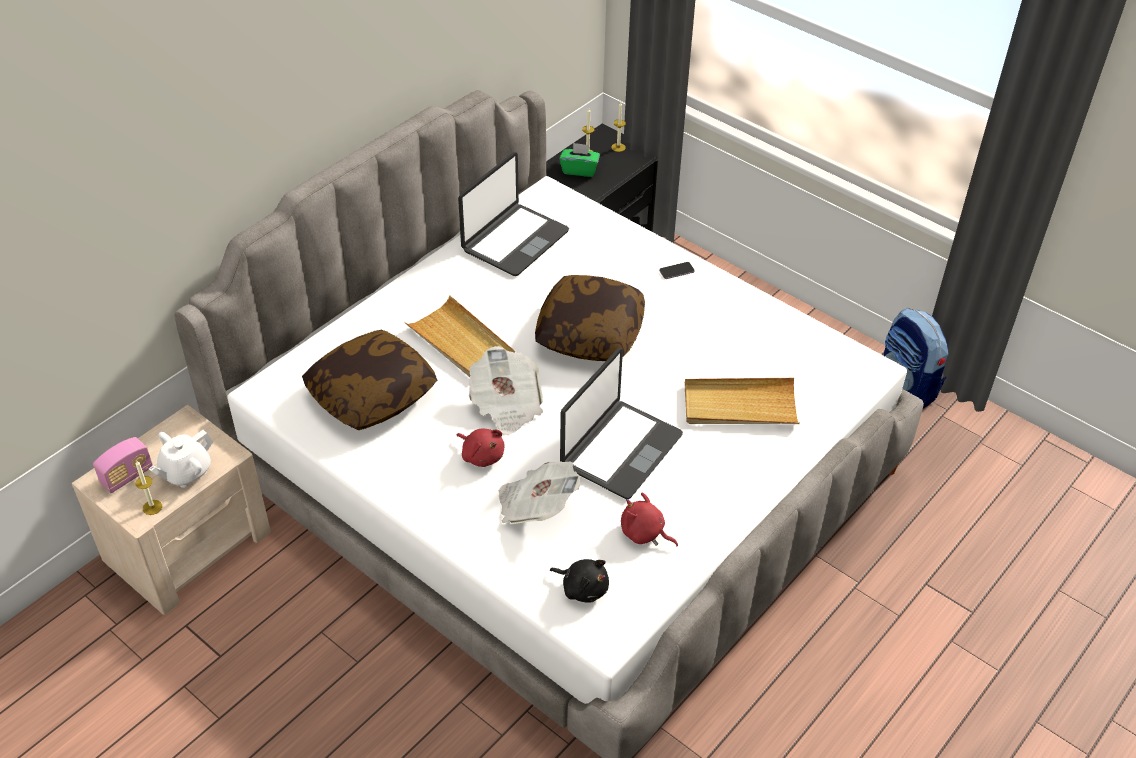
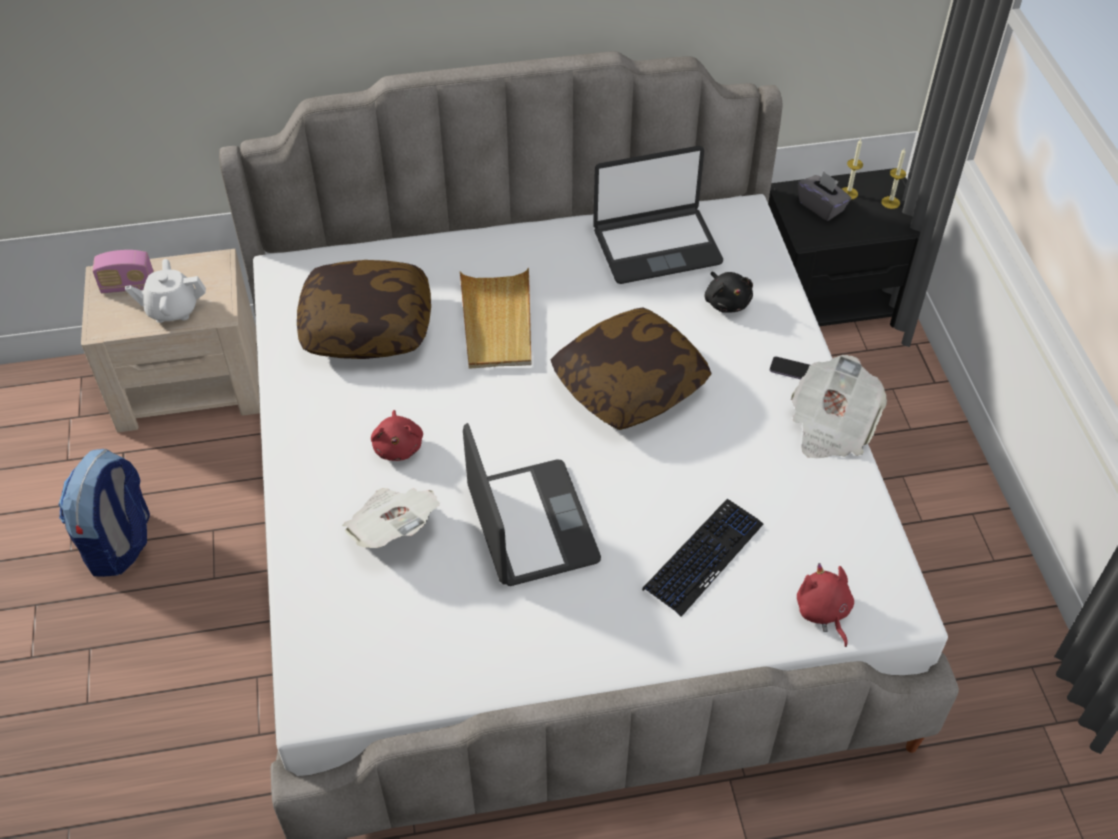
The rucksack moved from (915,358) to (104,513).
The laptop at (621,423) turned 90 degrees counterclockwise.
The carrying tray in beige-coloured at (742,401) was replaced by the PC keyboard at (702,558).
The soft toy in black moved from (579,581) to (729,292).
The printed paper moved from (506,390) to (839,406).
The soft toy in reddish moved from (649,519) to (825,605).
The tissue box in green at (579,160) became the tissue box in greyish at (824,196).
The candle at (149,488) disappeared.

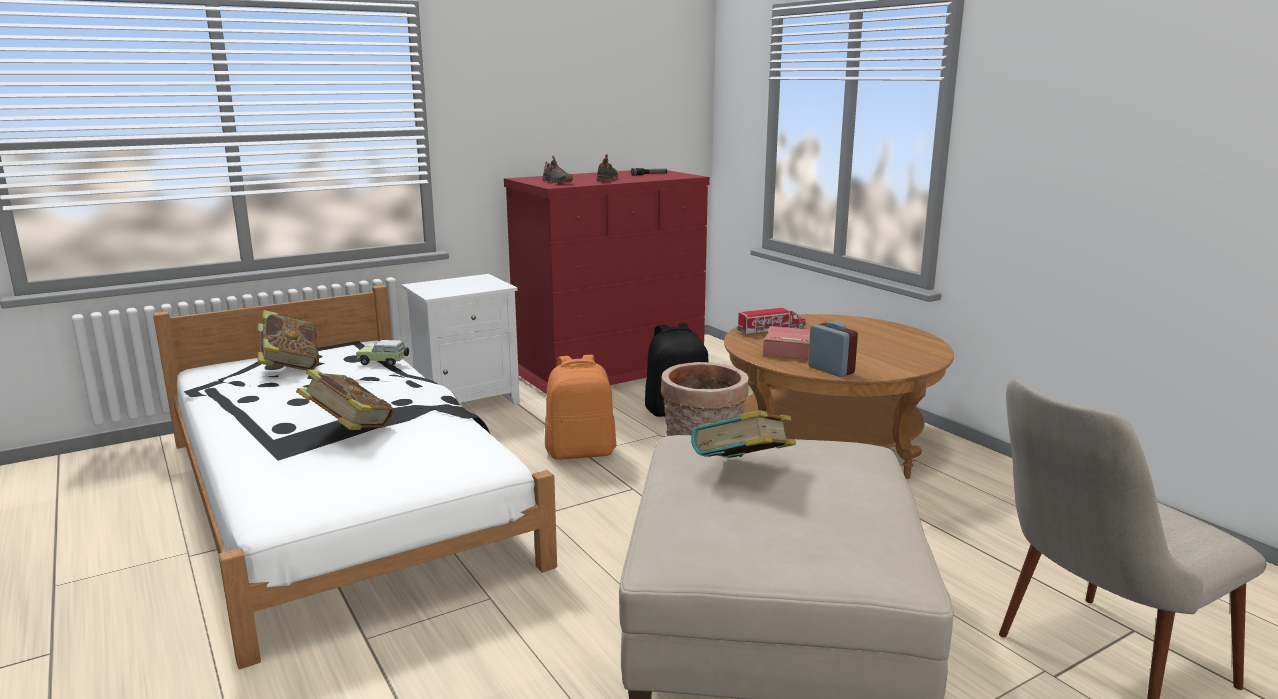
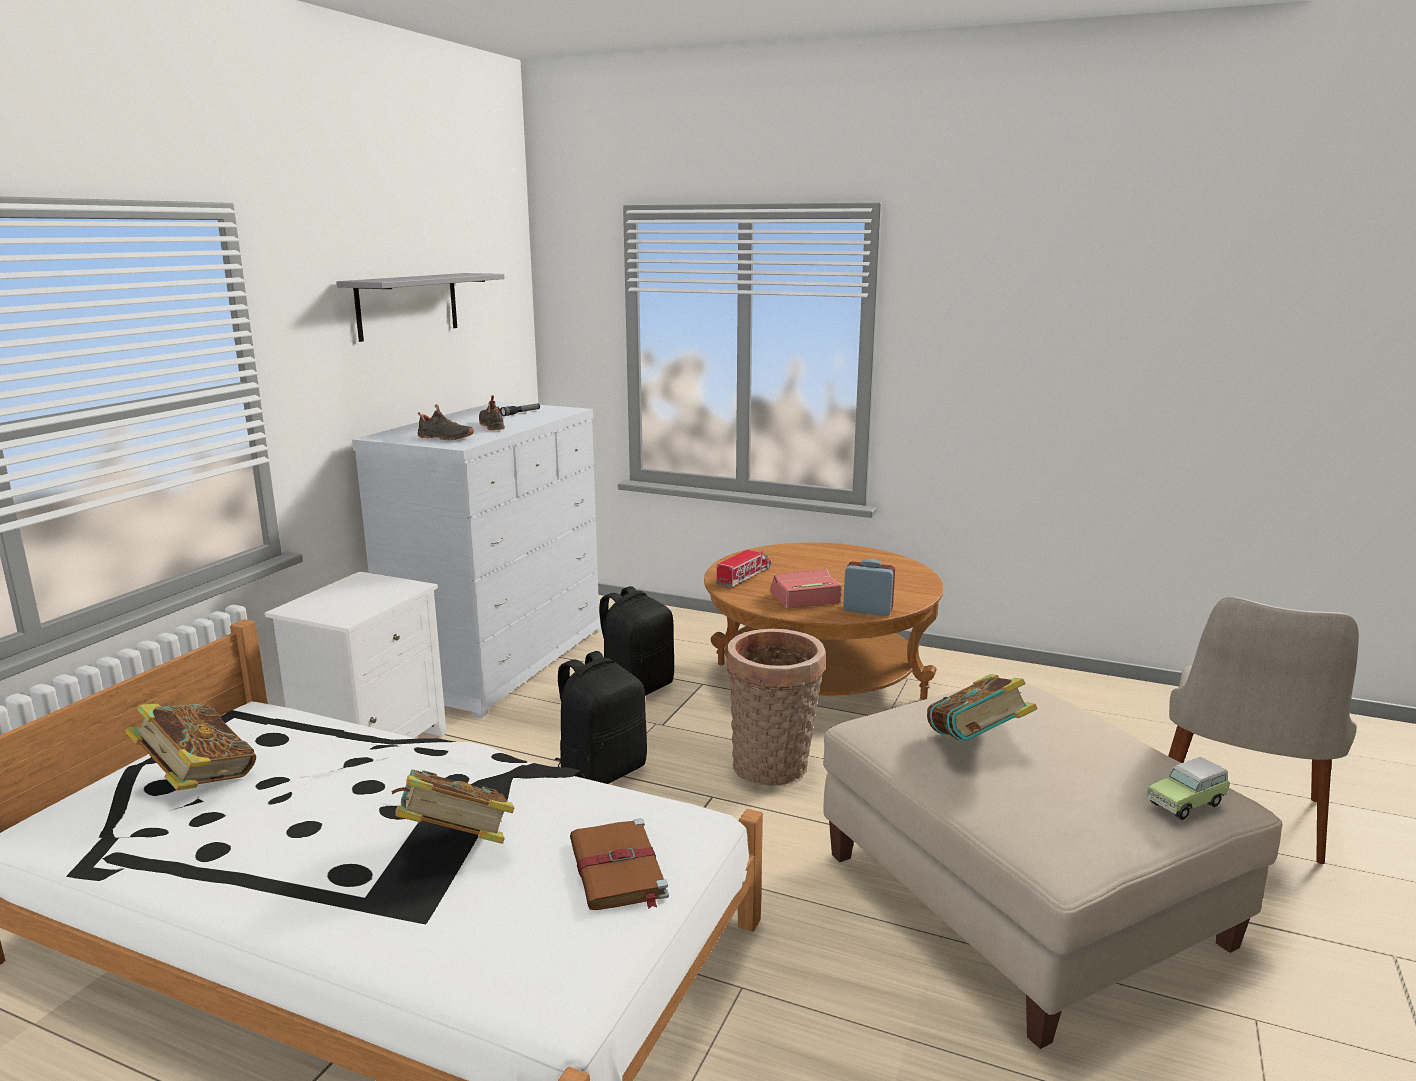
The shelf in greyish at (420,307) appeared.
The drawer chest in reddish at (607,282) became the drawer chest in white at (477,559).
The rucksack in orange-coloured at (581,407) became the rucksack in black at (601,717).
The volume in brownish at (619,864) appeared.
The miniature car moved from (382,353) to (1188,788).

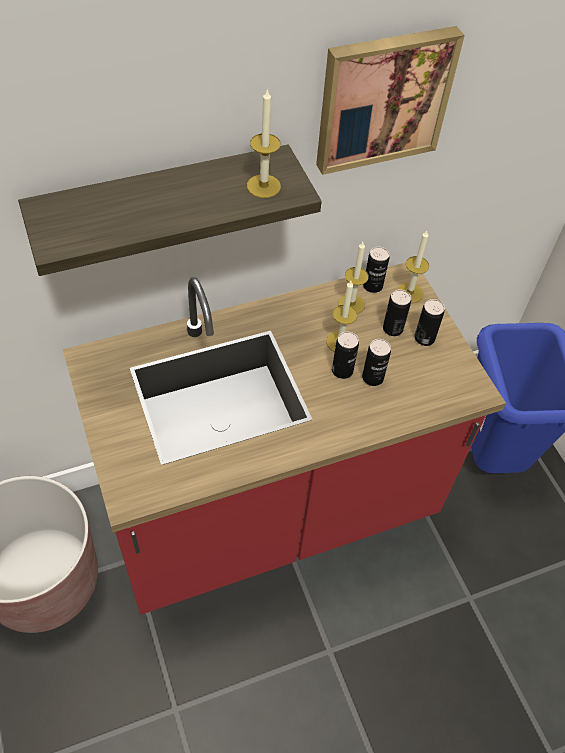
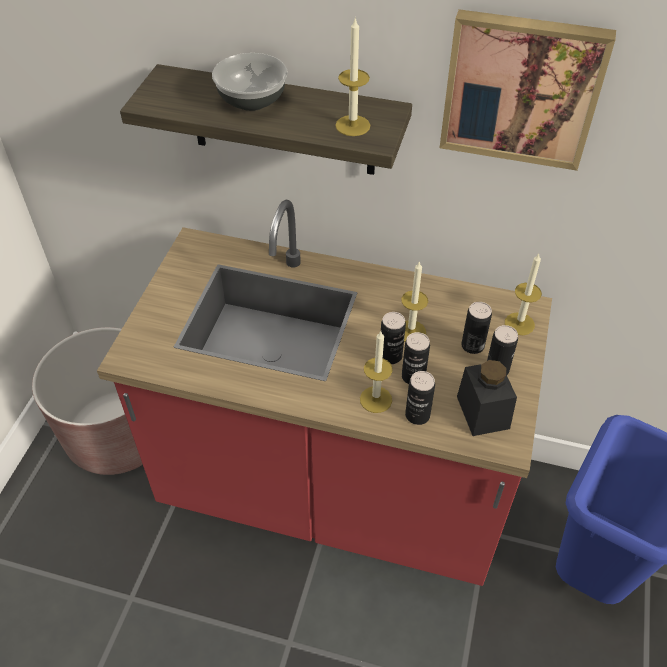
The serving bowl at (250,82) appeared.
The candle moved from (353,278) to (376,372).
The can moved from (376,270) to (420,398).
The storage jar in black at (487,398) appeared.

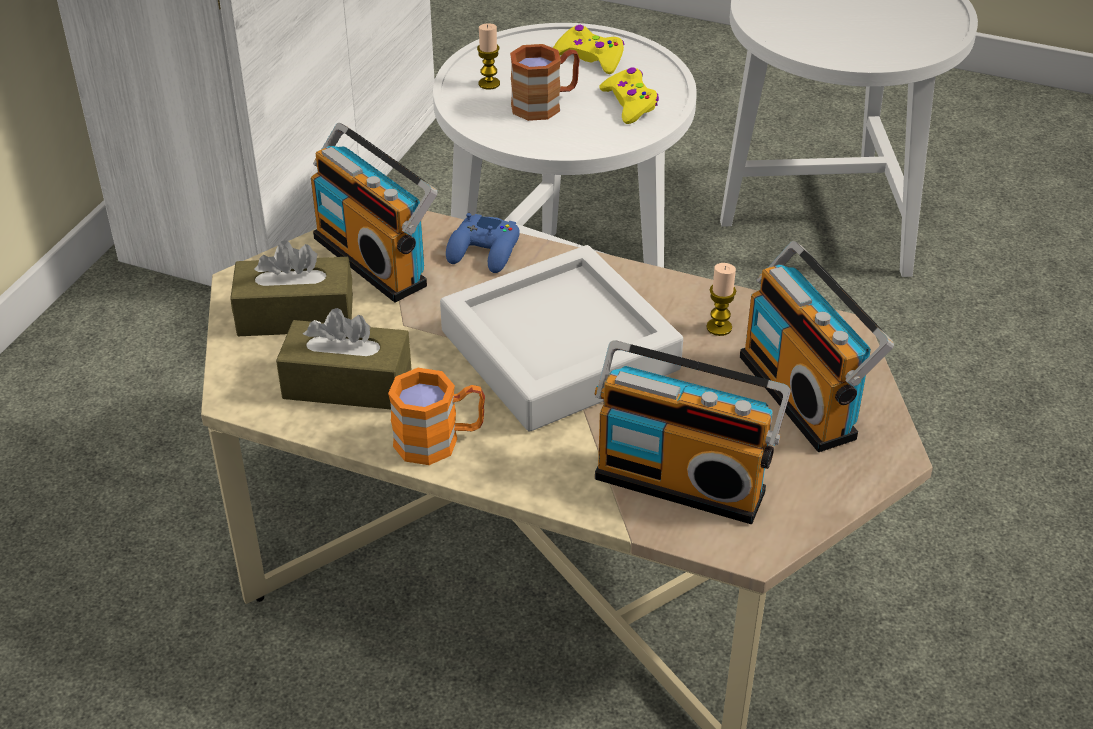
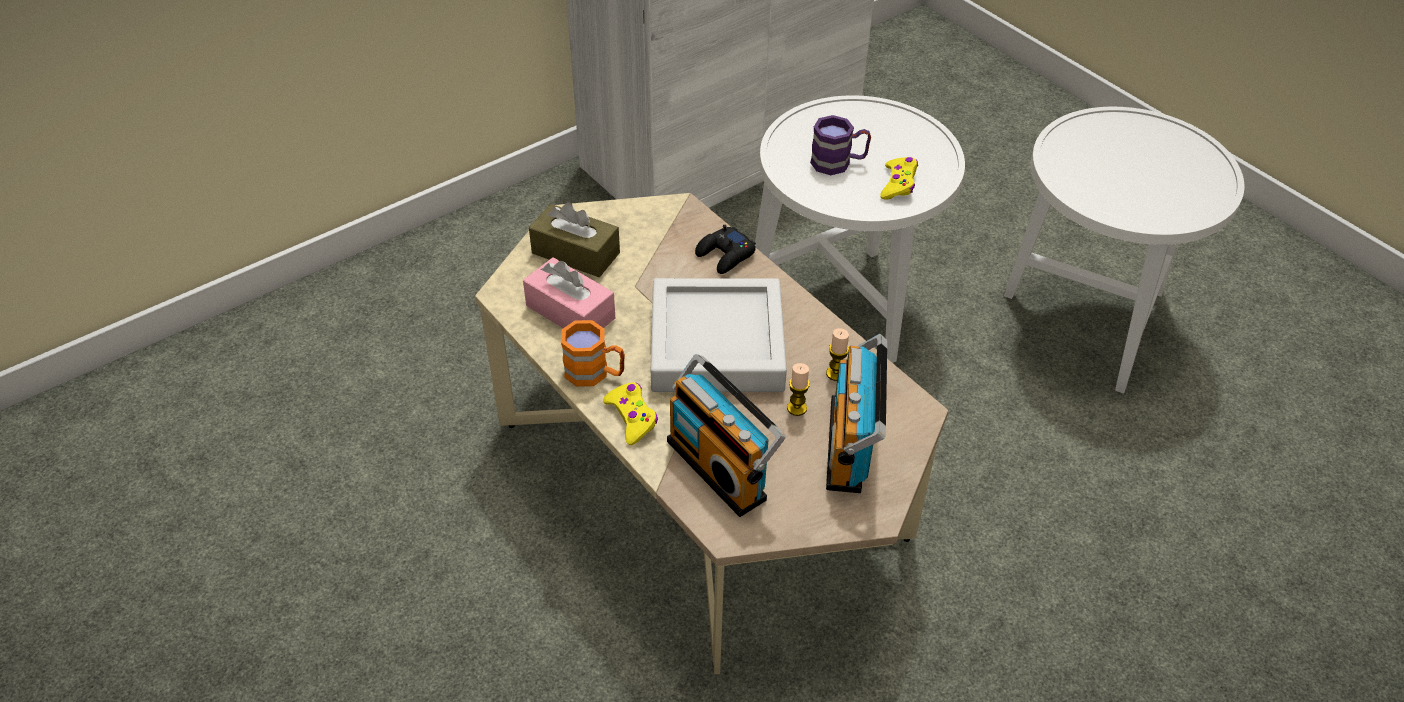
The tissue box in brownish at (343,358) became the tissue box in pink-coloured at (569,292).
The game controller in yellowish moved from (588,49) to (630,413).
The game controller in blue at (483,243) became the game controller in black at (725,249).
The candle moved from (488,56) to (798,389).
The tea mug in brownish at (545,82) became the tea mug in purplish at (840,145).
The radio receiver at (374,213) disappeared.

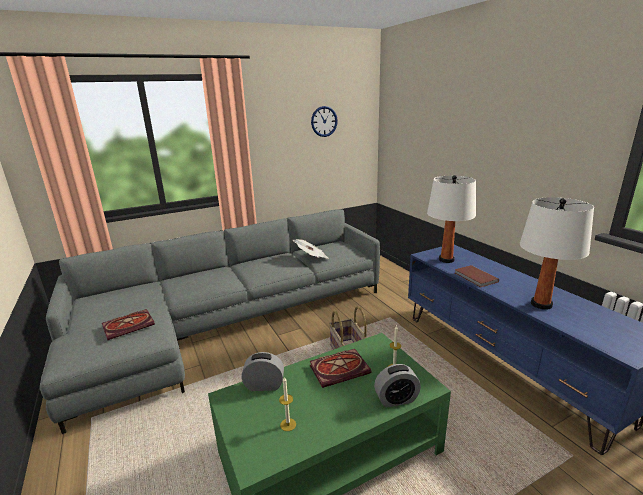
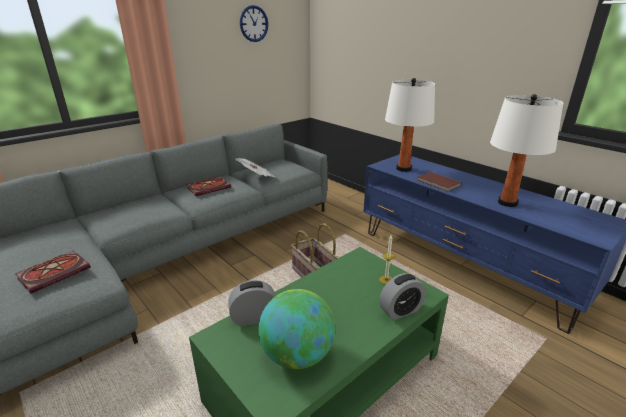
The volume moved from (340,368) to (208,186).
The candle at (287,404) was replaced by the desk globe at (297,329).

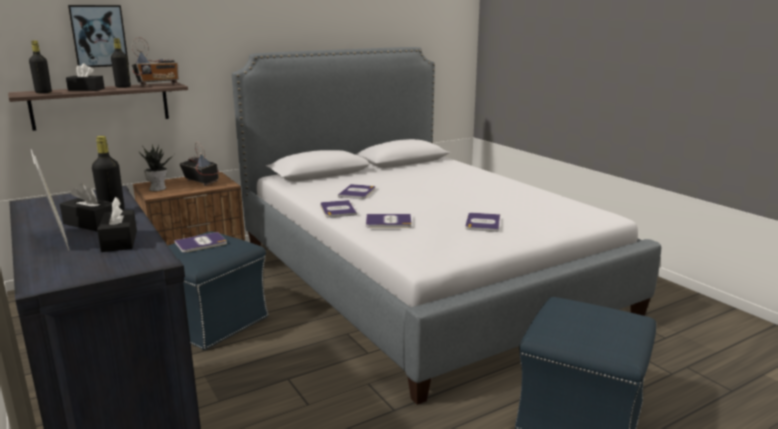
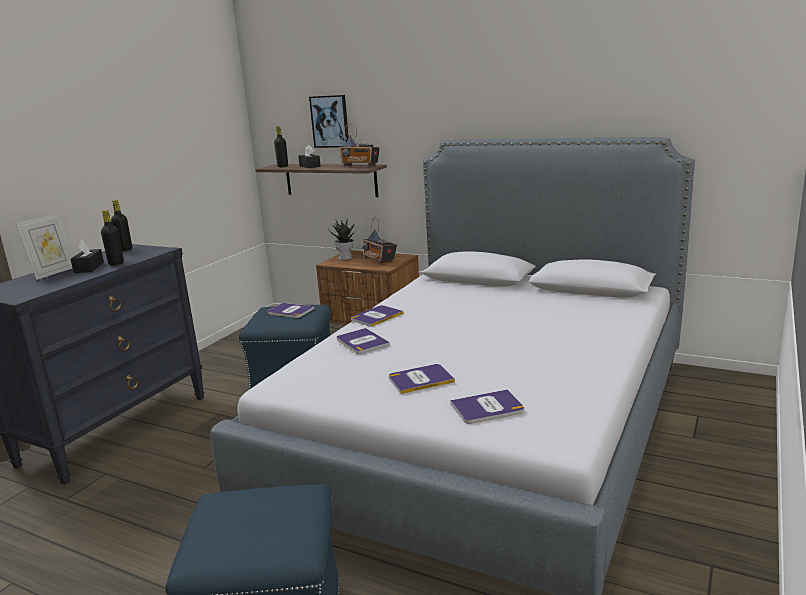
The drink bottle in black moved from (121,63) to (121,225).
The radio receiver at (199,164) turned 135 degrees clockwise.
The volume moved from (356,191) to (487,407).
The tissue box in black at (117,224) disappeared.

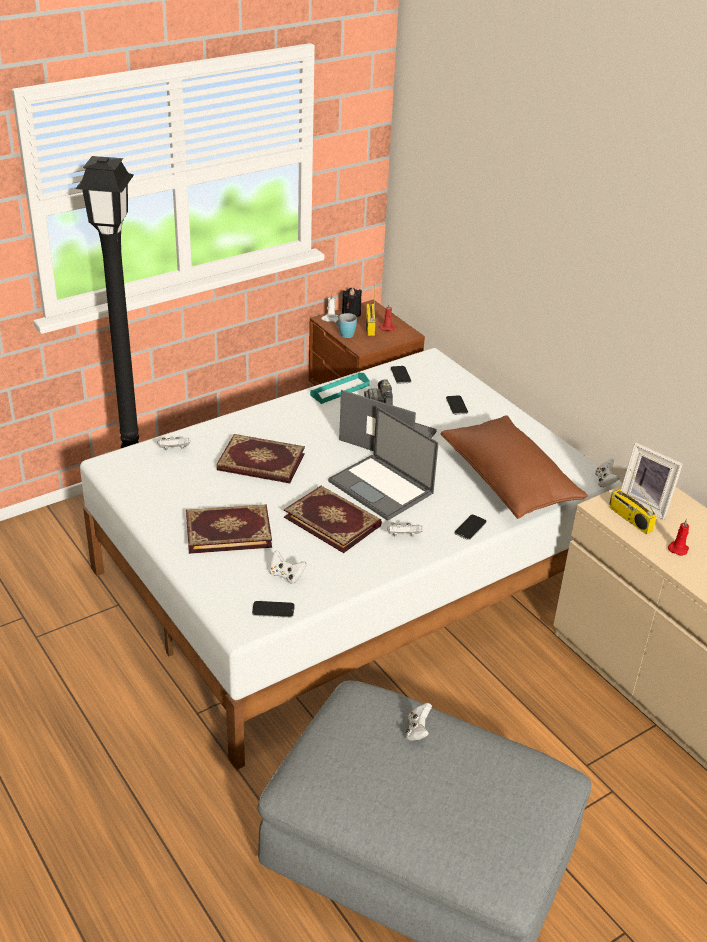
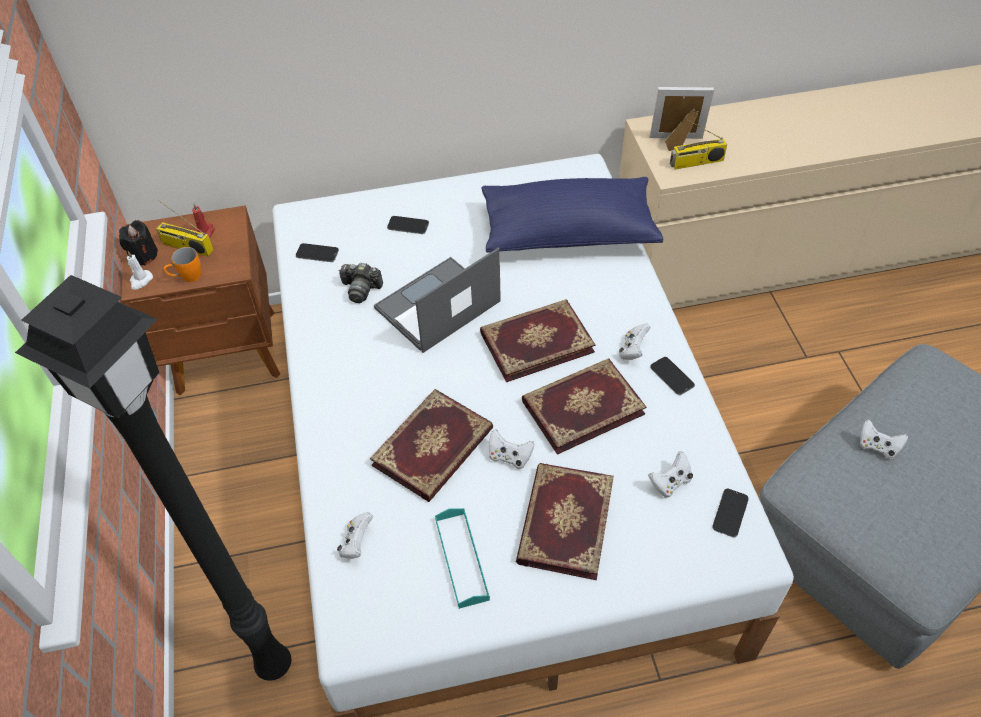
The tea mug in blue at (345,325) became the tea mug in orange-coloured at (182,264).
The carrying tray in blue-green moved from (340,388) to (462,558).
The laptop at (383,464) was replaced by the volume at (537,340).
The cushion in brownish at (514,467) became the cushion in blue at (572,215).
The game controller in white moved from (607,473) to (511,449).
The standing frame at (652,481) turned 150 degrees counterclockwise.
The handset moved from (471,527) to (672,376).
The candle in reddish at (678,537) disappeared.

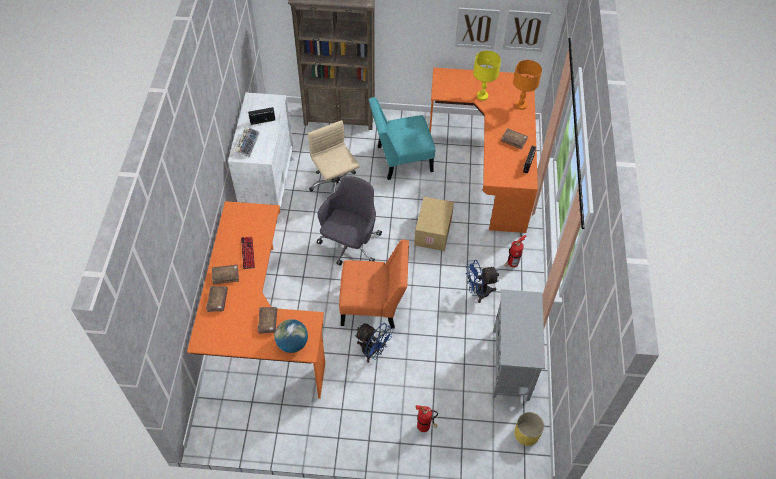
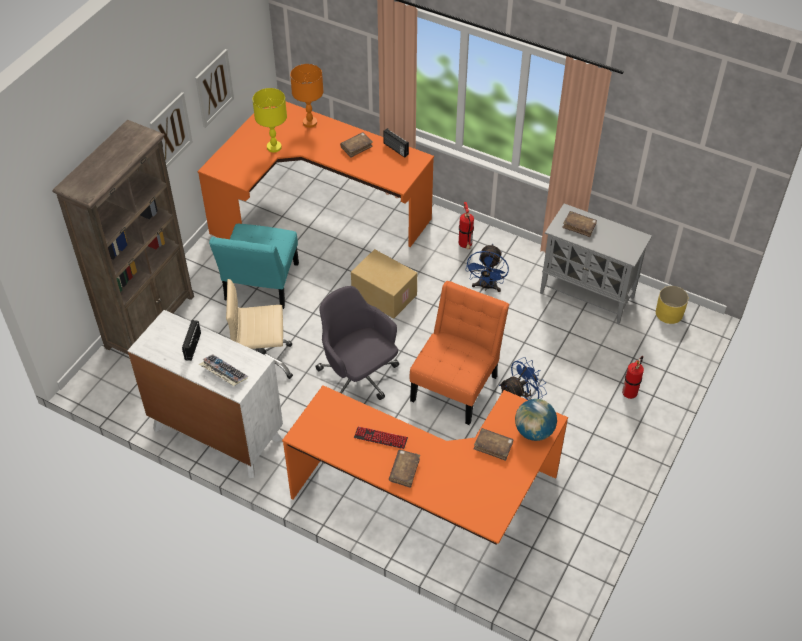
The wall art moved from (526,31) to (171,130).
The volume in brownish moved from (217,299) to (579,224).

